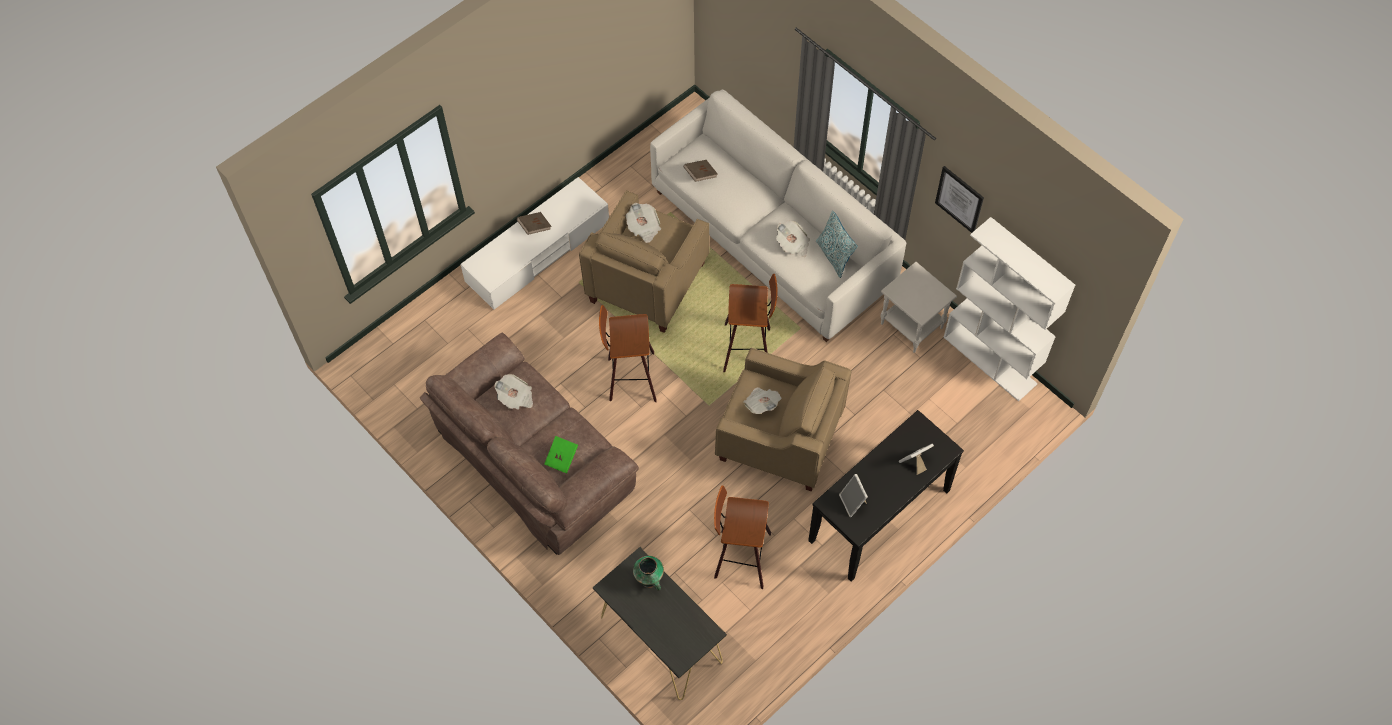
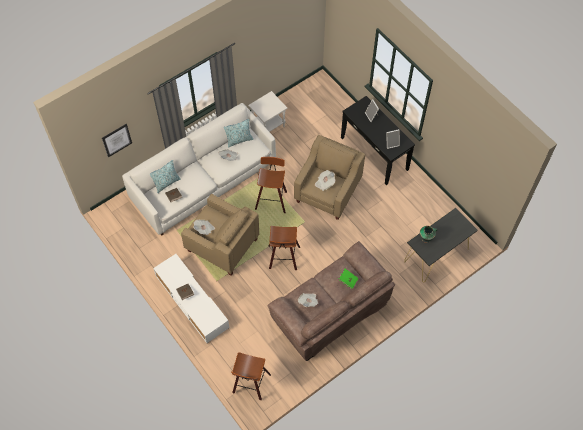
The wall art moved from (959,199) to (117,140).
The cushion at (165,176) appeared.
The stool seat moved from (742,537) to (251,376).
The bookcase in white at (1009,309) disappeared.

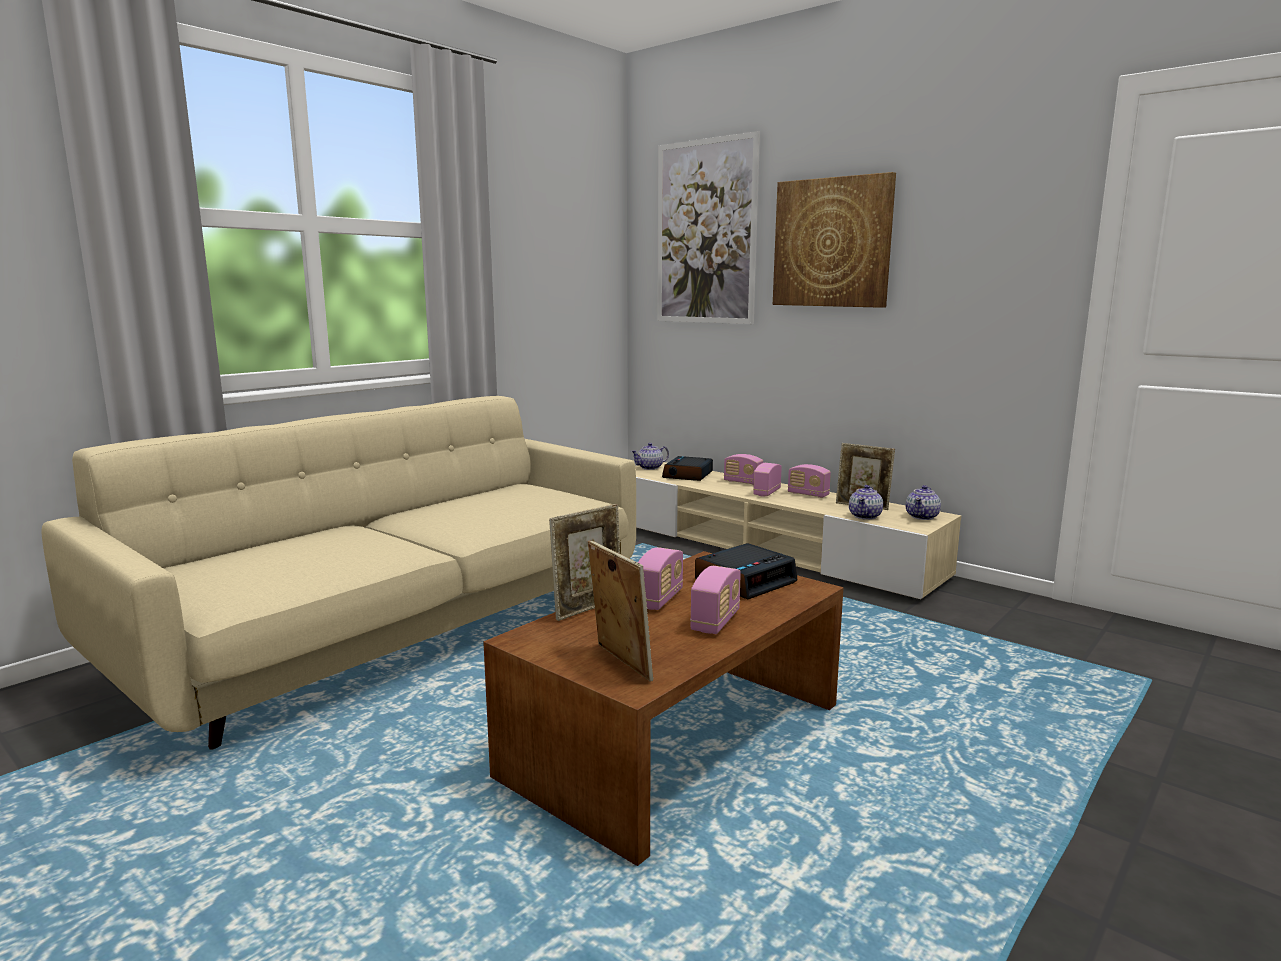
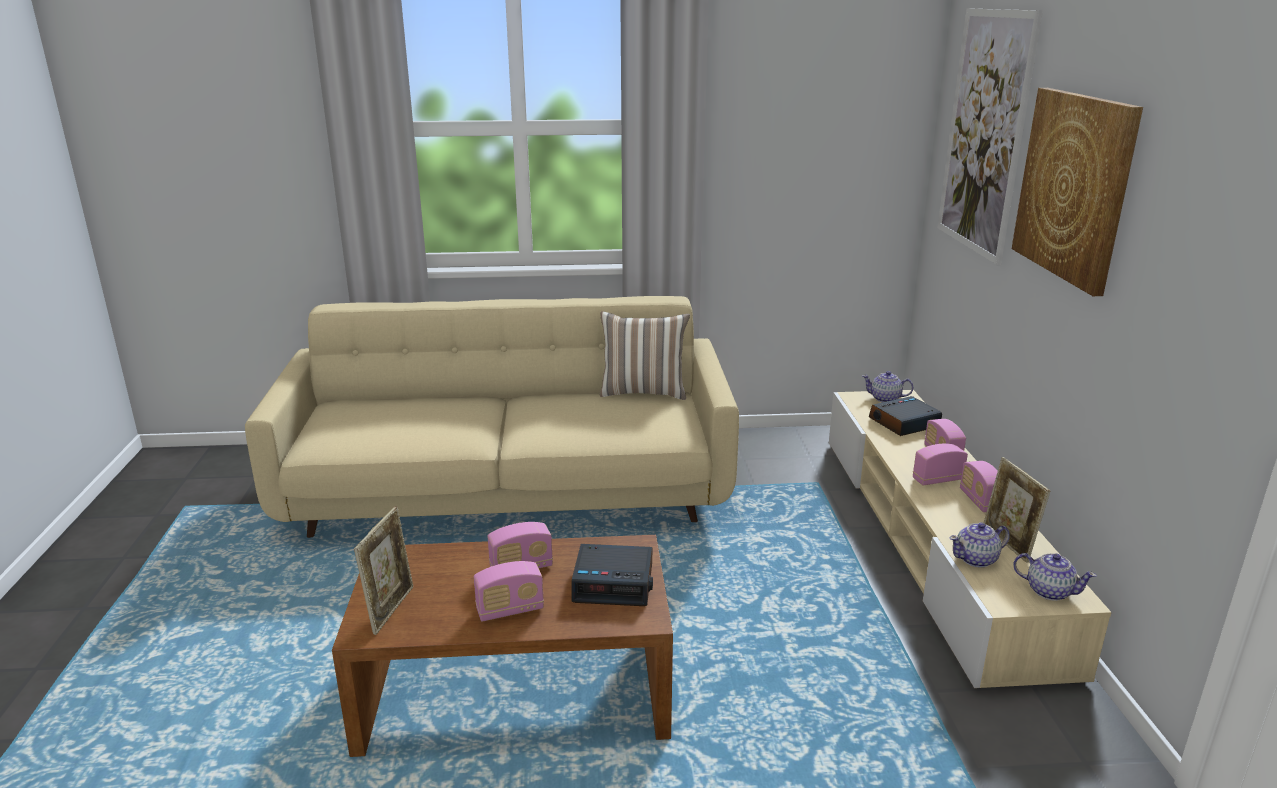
The cushion at (645,355) appeared.
The teapot at (923,502) turned 135 degrees counterclockwise.
The standing frame at (584,562) disappeared.

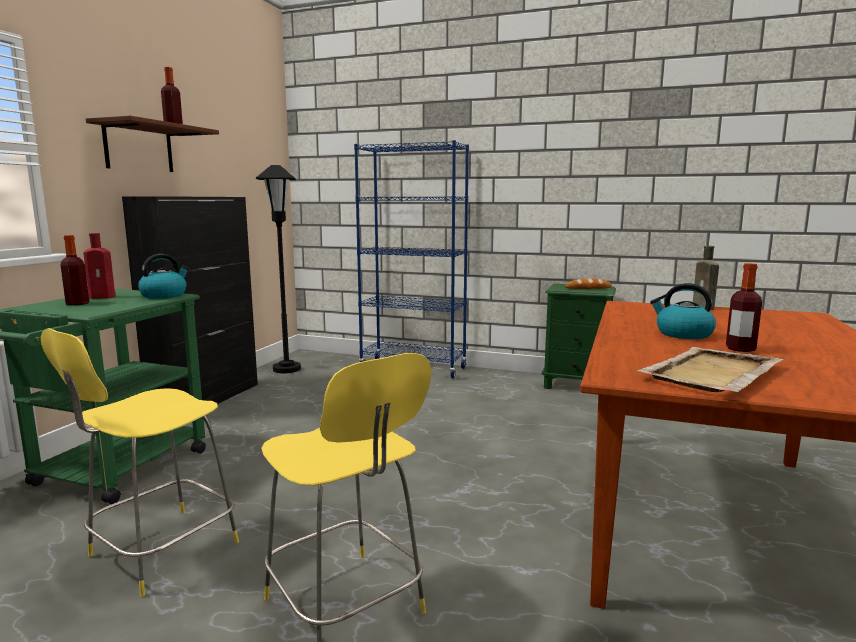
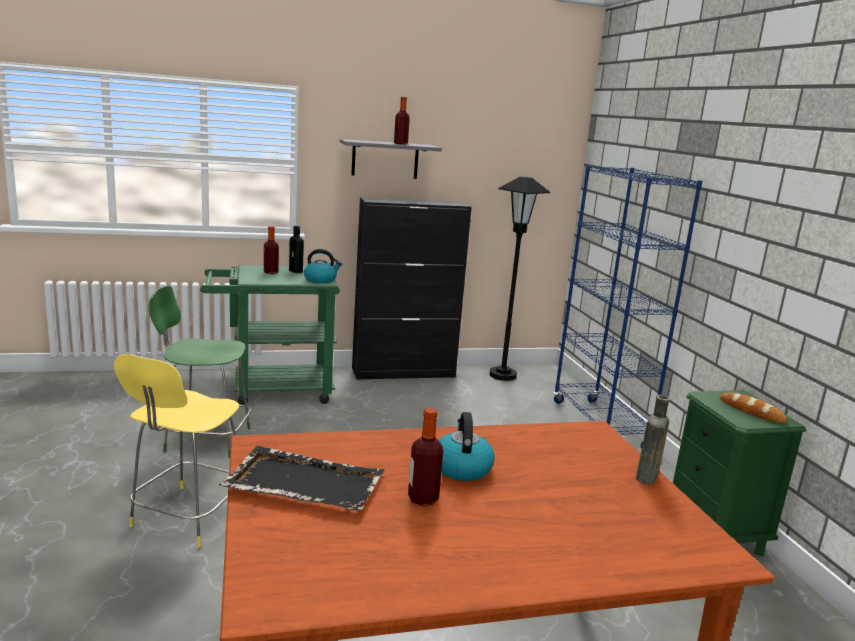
The stool seat in yellowish at (140,462) became the stool seat in green at (199,372).
The carrying tray in beige-coloured at (710,369) became the carrying tray in black at (302,478).
The drink bottle in reddish at (99,266) became the drink bottle in black at (296,249).
The shelf in brownish at (152,144) became the shelf in greyish at (391,159).

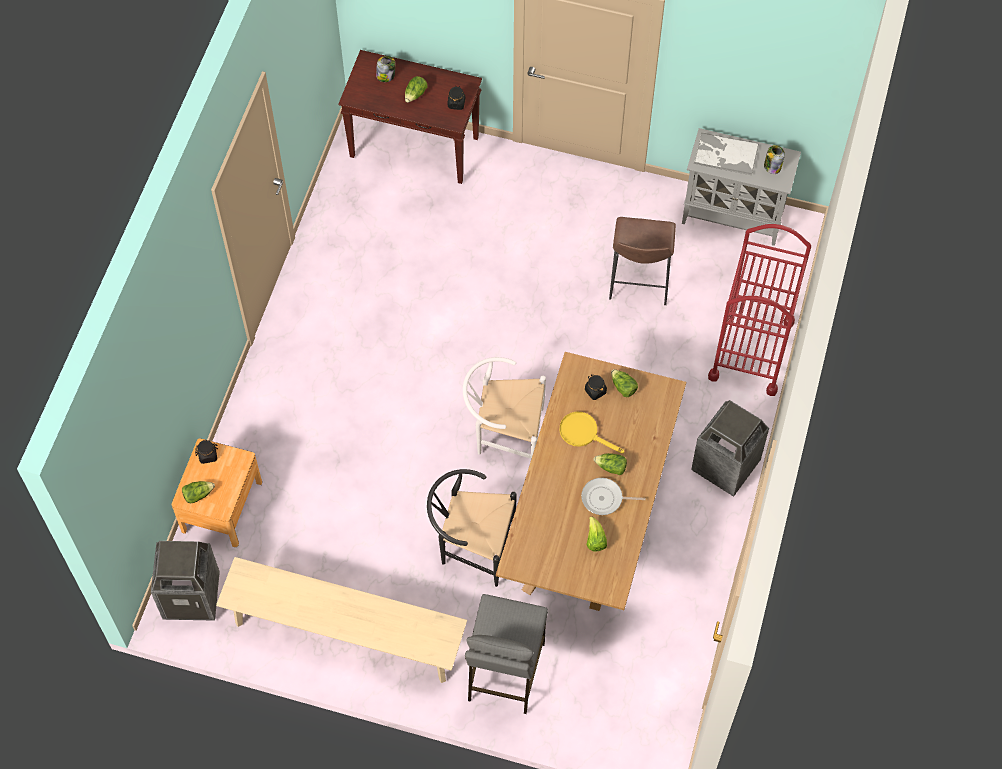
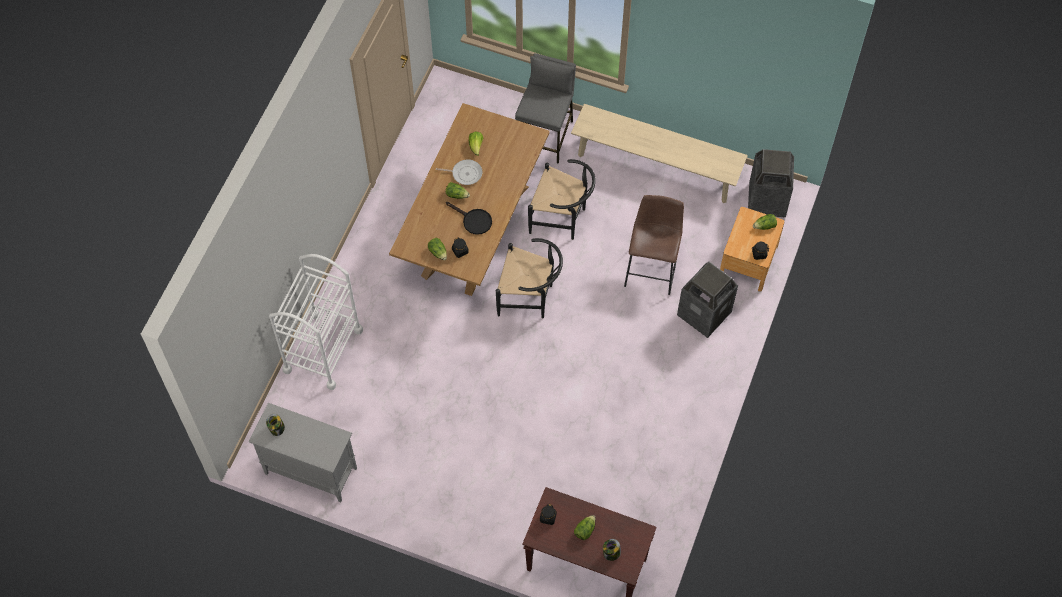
The cart in reddish at (759,310) became the cart in white at (316,322).
The skillet in yellowish at (592,433) became the skillet in black at (469,218).
The upright chair in white at (504,408) became the upright chair in black at (529,278).
The stool seat in brownish moved from (642,261) to (654,245).
The waste bin moved from (730,448) to (707,300).
The carrying tray at (726,153) disappeared.

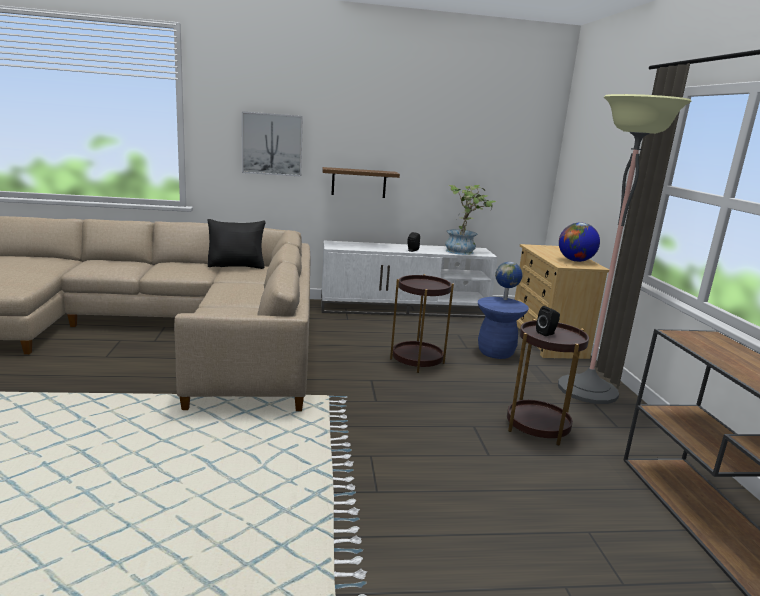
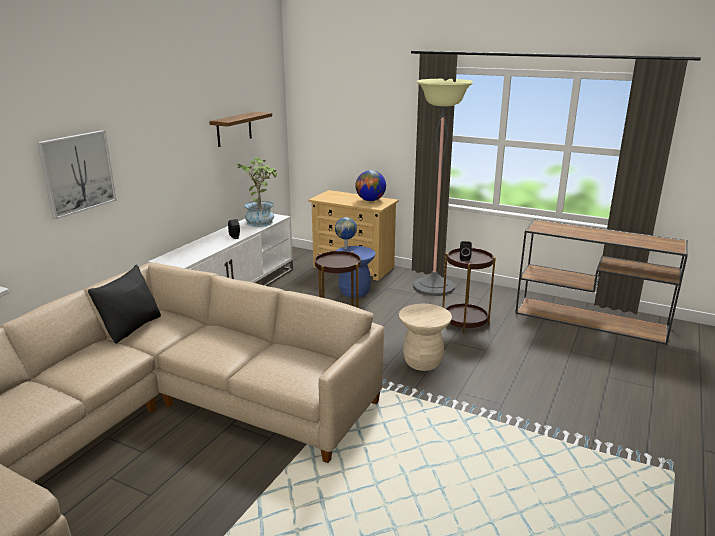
The shelf moved from (361,182) to (240,129).
The stool seat in beige-coloured at (425,337) appeared.

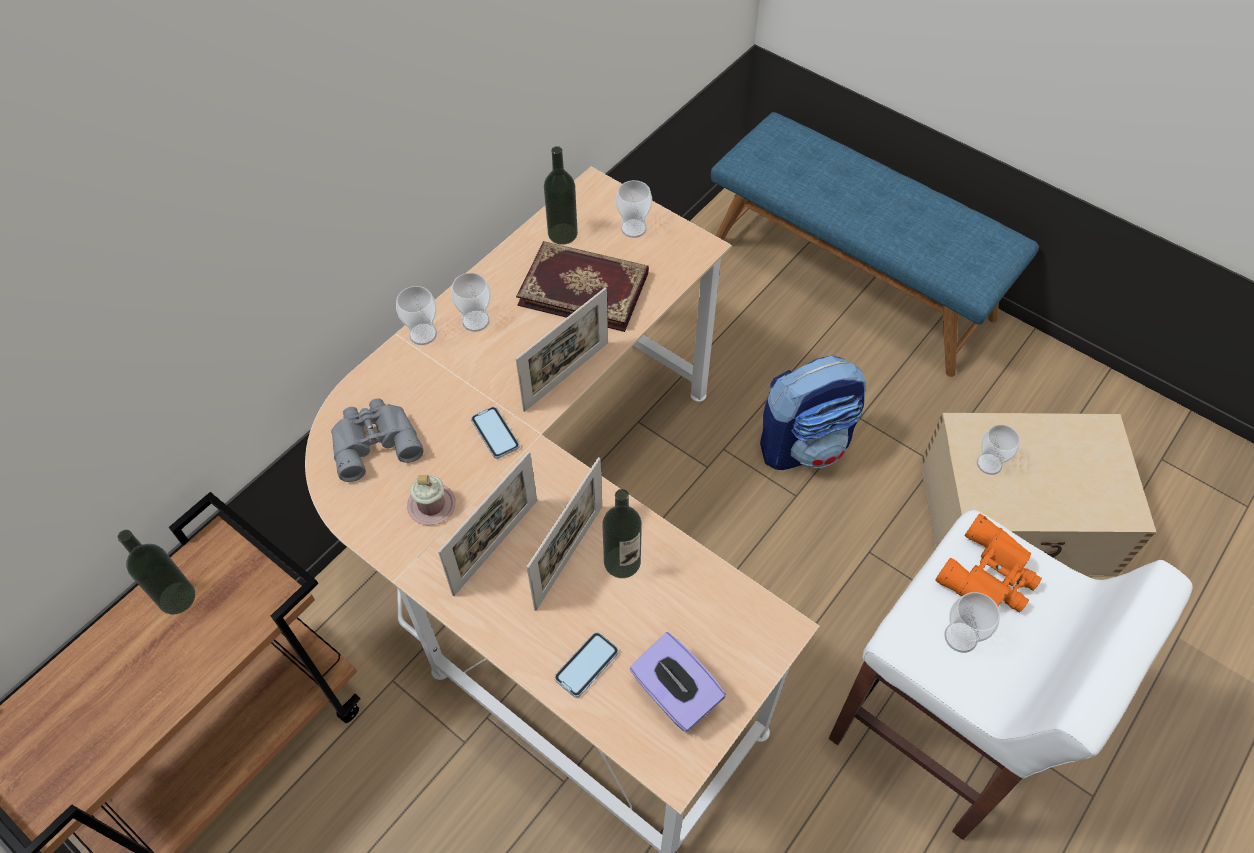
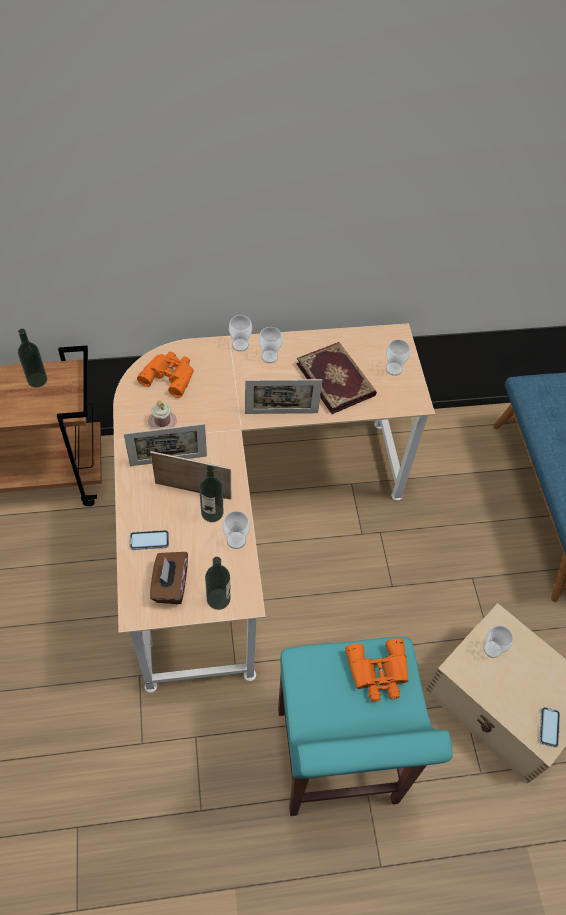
The pair of binoculars in greyish at (377,440) became the pair of binoculars in orange-coloured at (165,375).
The standing frame at (564,534) turned 150 degrees counterclockwise.
The tissue box in purplish at (677,682) became the tissue box in brownish at (169,578).
The drink bottle moved from (561,195) to (218,583).
The drinking cup moved from (972,622) to (236,530).
The stool seat in white at (1011,675) became the stool seat in blue-green at (365,726).
The handset moved from (495,433) to (549,727).
The rucksack at (813,413) disappeared.

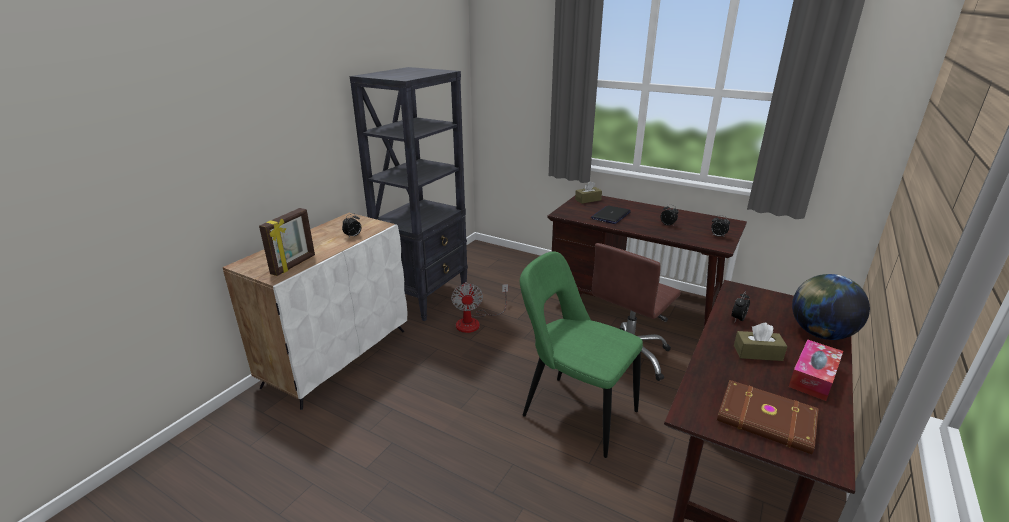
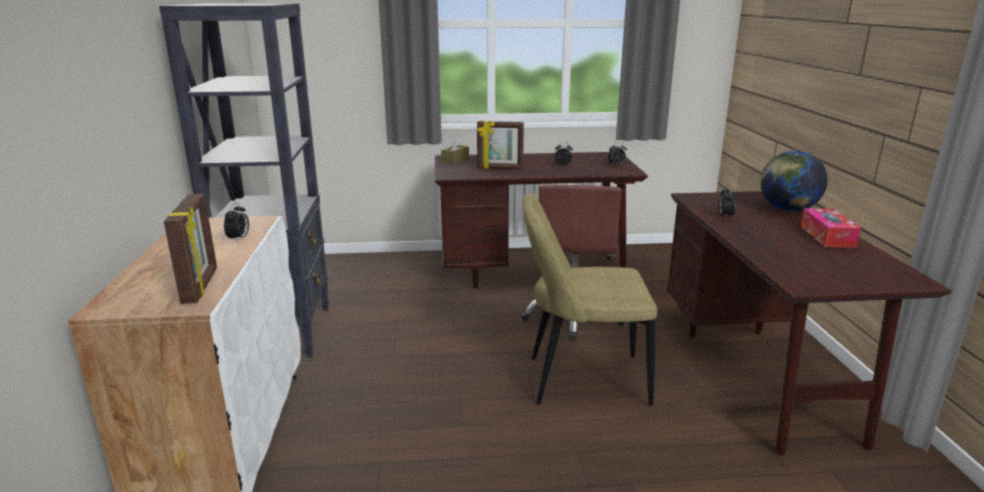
The laptop at (611,214) was replaced by the standing frame at (500,145).
The upright chair in green at (581,354) became the upright chair in beige-coloured at (589,299).
The electric fan at (479,307) disappeared.
The volume in brownish at (768,417) disappeared.
The tissue box in brownish at (761,342) disappeared.

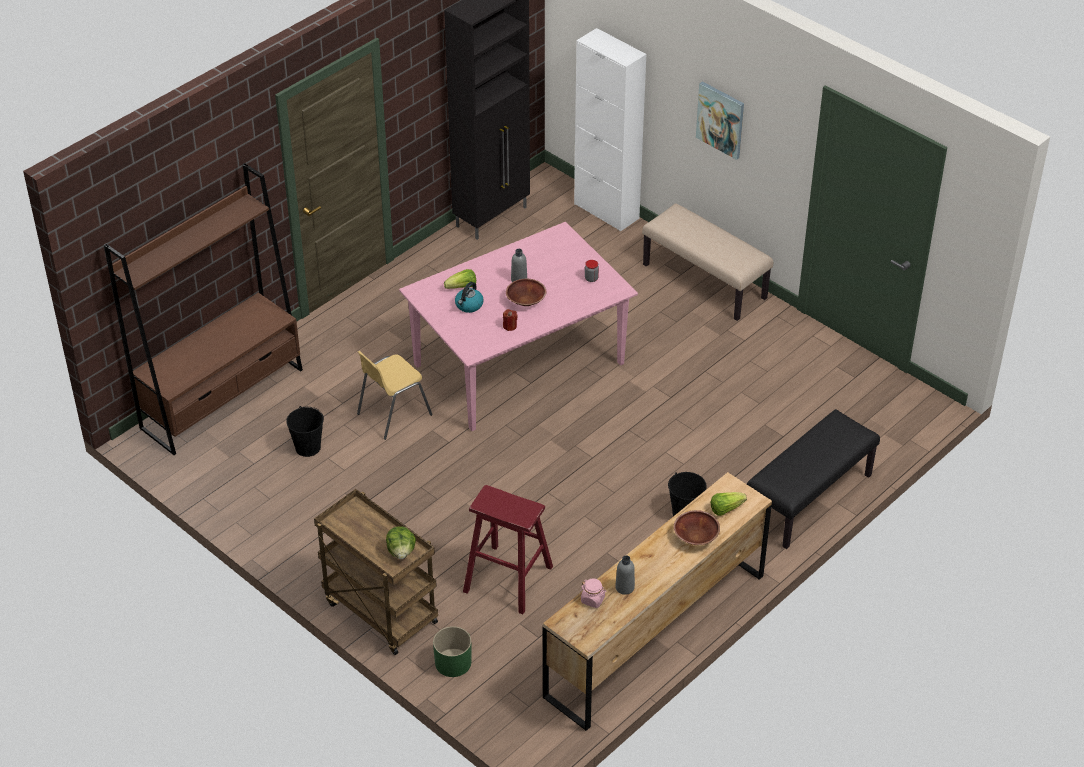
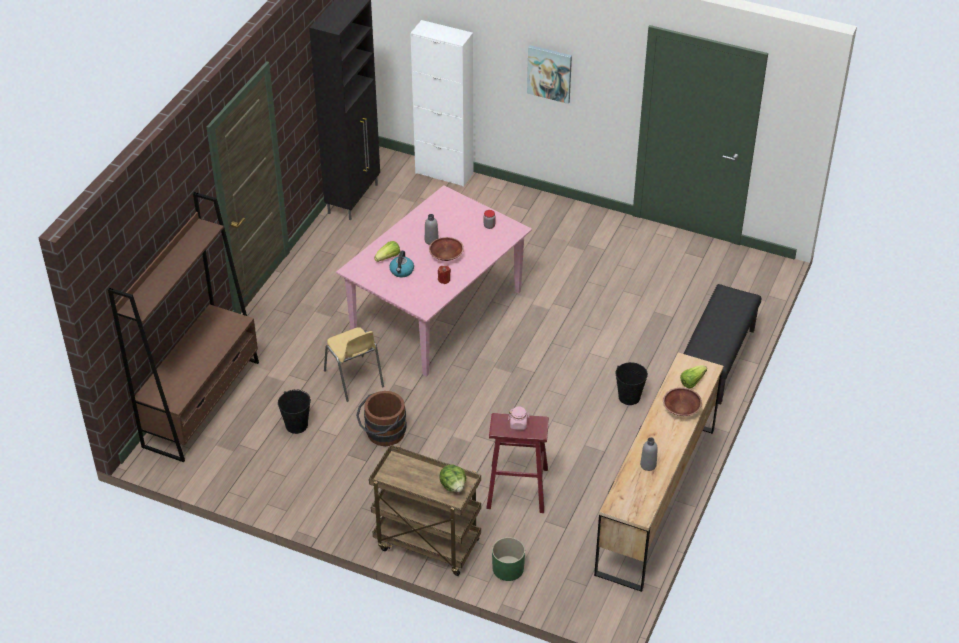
The upright chair in yellowish at (394,395) turned 60 degrees counterclockwise.
The bucket in brownish at (381,418) appeared.
The storage jar in pink-coloured moved from (593,593) to (519,418).
The bench in beige-coloured at (707,262) disappeared.

